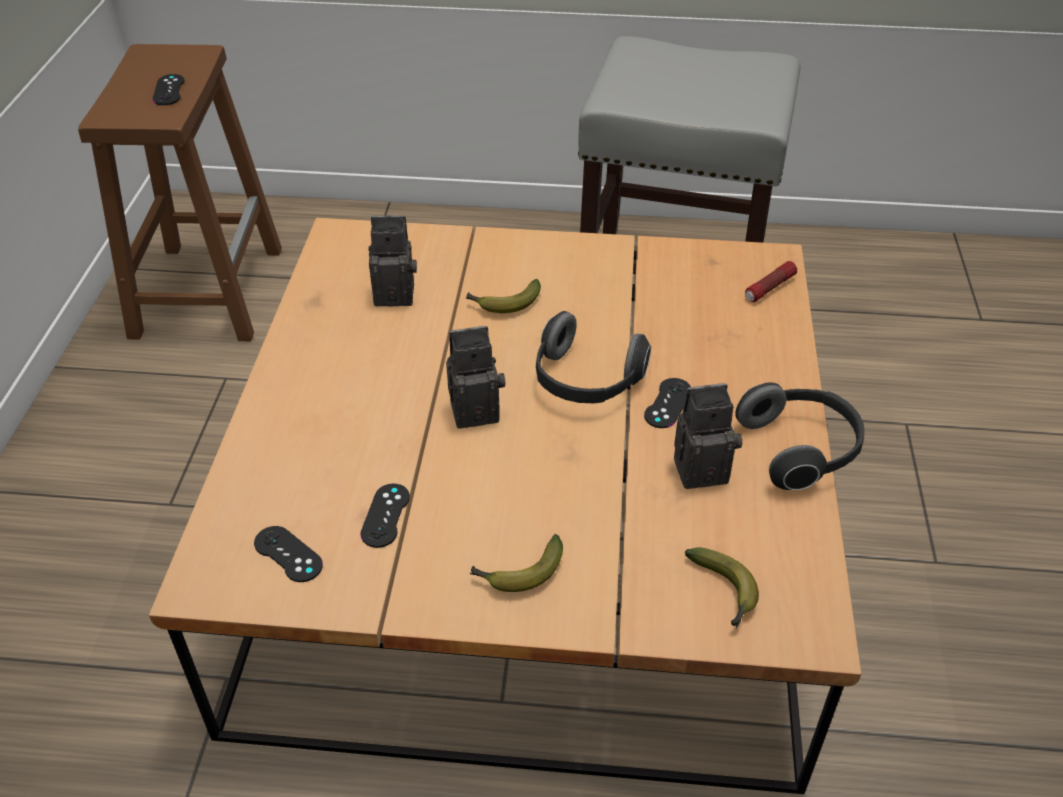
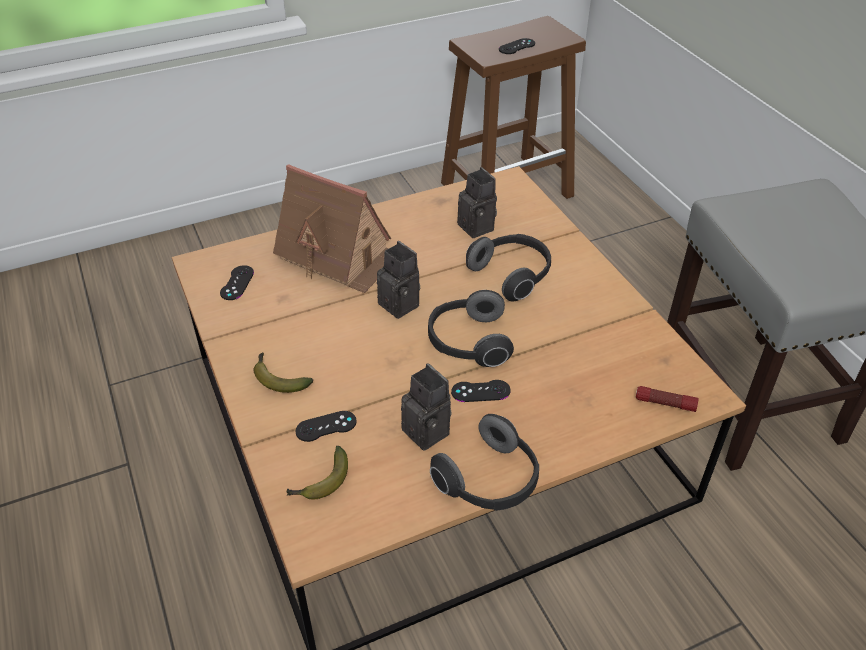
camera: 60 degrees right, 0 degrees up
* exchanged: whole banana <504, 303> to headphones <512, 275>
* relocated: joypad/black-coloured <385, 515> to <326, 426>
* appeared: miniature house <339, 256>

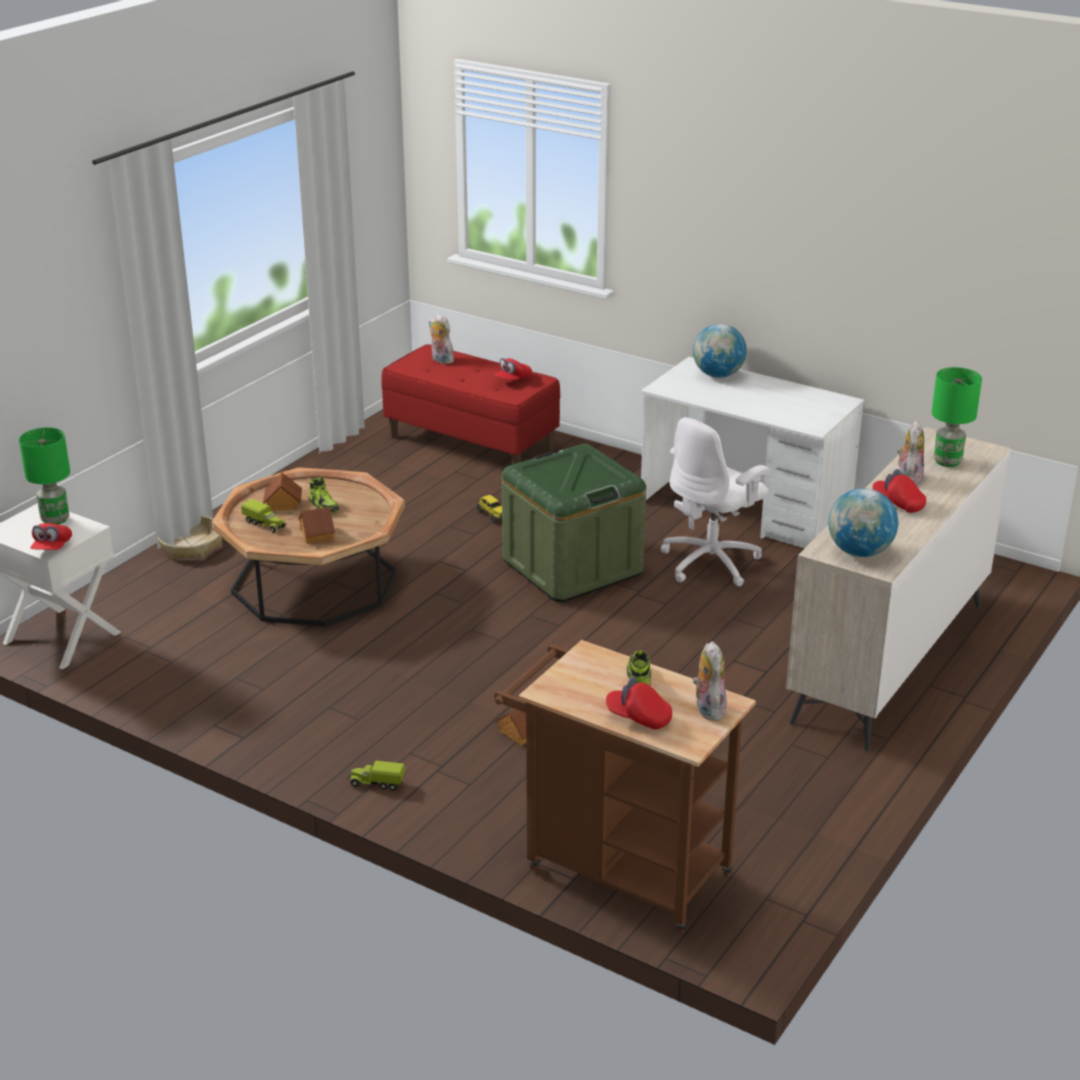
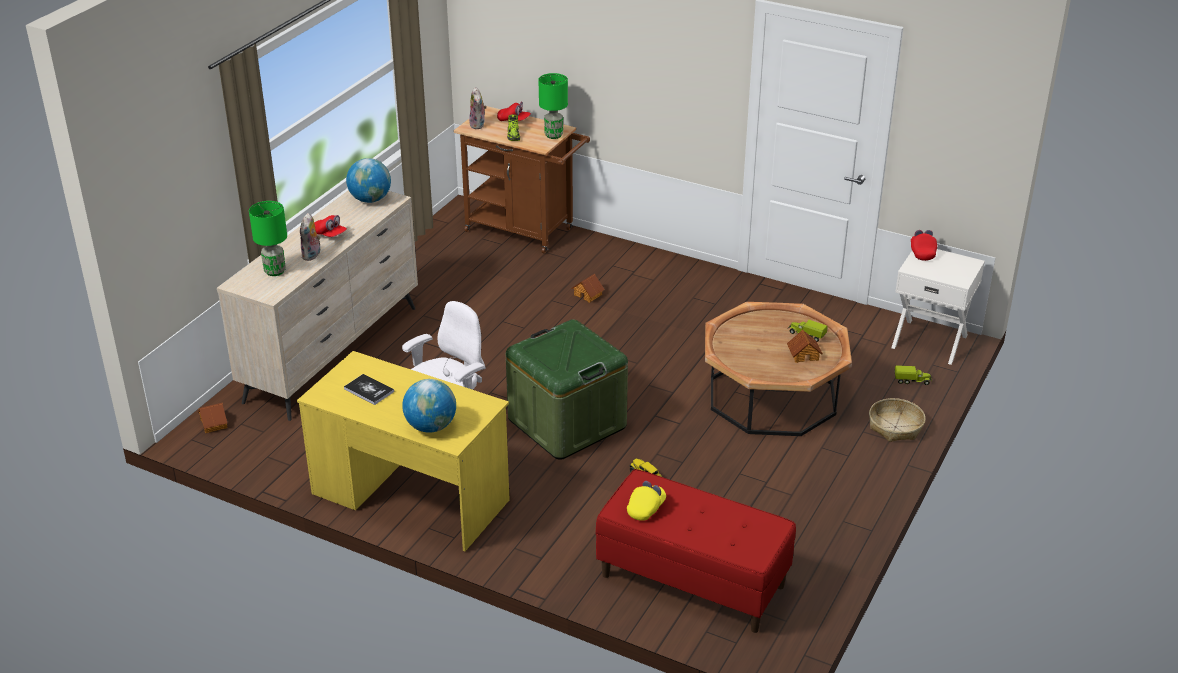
camera: 175 degrees right, 5 degrees up
* missing: soft toy <440, 360>
* colour: desk table/white <744, 510> to desk table/yellowish <410, 497>
* colour: baseball cap/red-coloured <513, 380> to baseball cap/yellowish <646, 508>
* relocated: tabletop lamp/green-coloured <56, 519> to <553, 135>
* missing: low shoe <323, 506>
* relocated: miniature house <316, 534> to <214, 423>
* relocated: toy truck <376, 783> to <912, 381>
* appeared: book <369, 390>

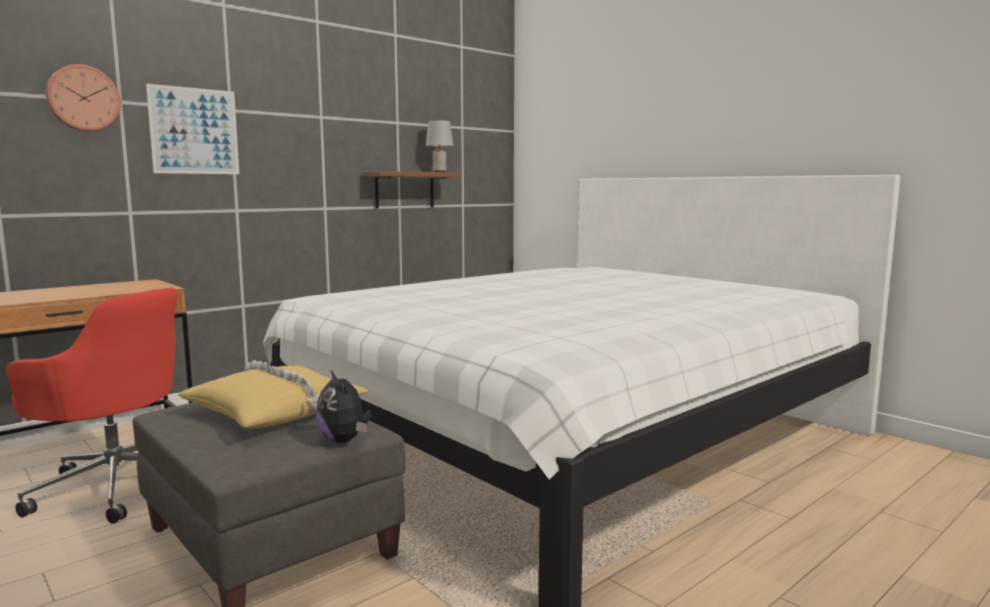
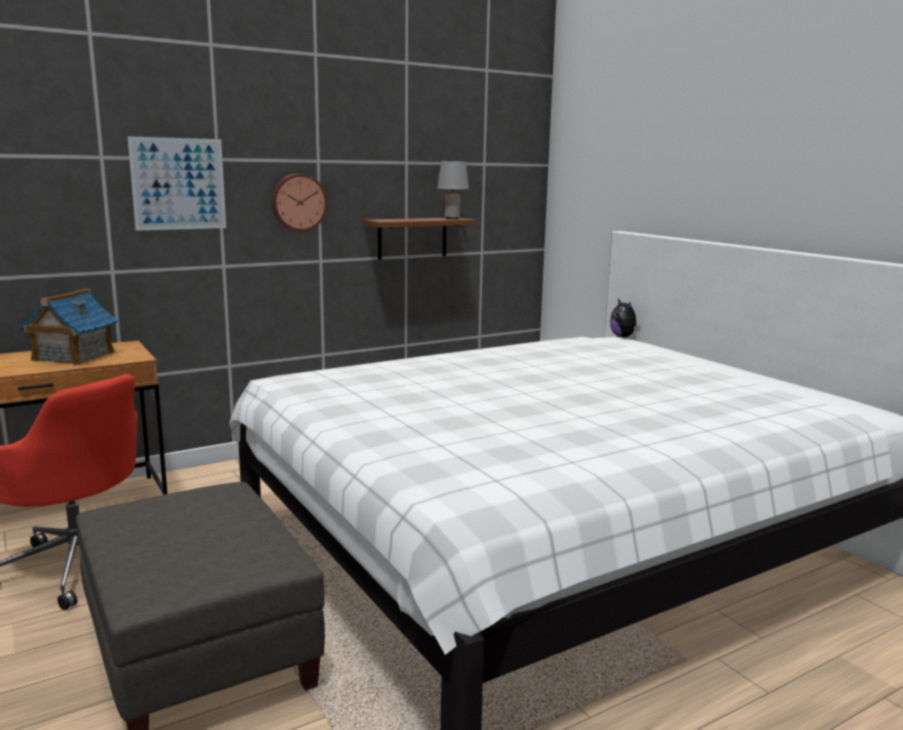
camera: 10 degrees right, 5 degrees up
* relocated: hanging clock <83, 98> to <298, 202>
* missing: pillow/yellowish <276, 410>
* relocated: soft toy <344, 440> to <623, 337>
* appeared: miniature house <73, 356>

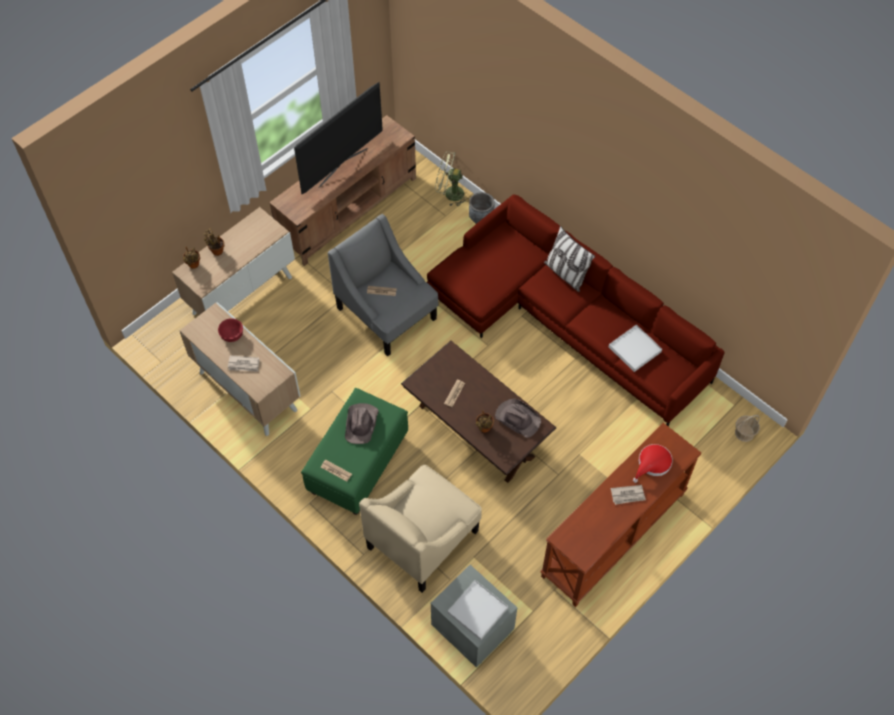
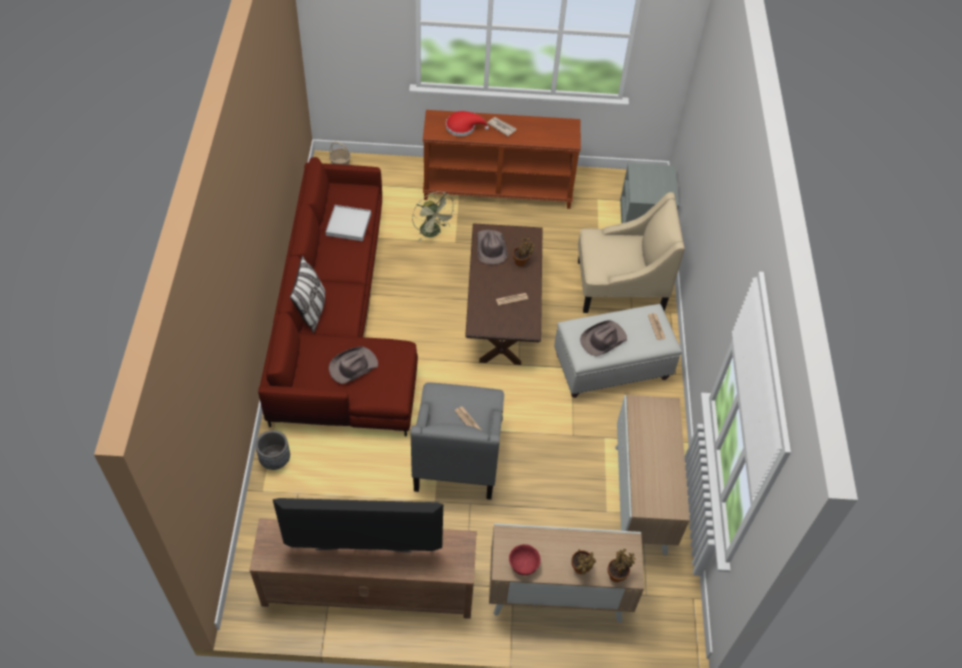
camera: 135 degrees left, 5 degrees down
* relocated: cooling fan/green-coloured <449, 194> to <433, 233>
* relocated: deep dish/red-coloured <232, 335> to <523, 564>
* missing: newspaper <244, 364>
* colour: ottoman/green-coloured <358, 465> to ottoman/white <612, 367>
* missing: serving tray/white <477, 611>
* appeared: wearable hat/brown-coloured <352, 367>

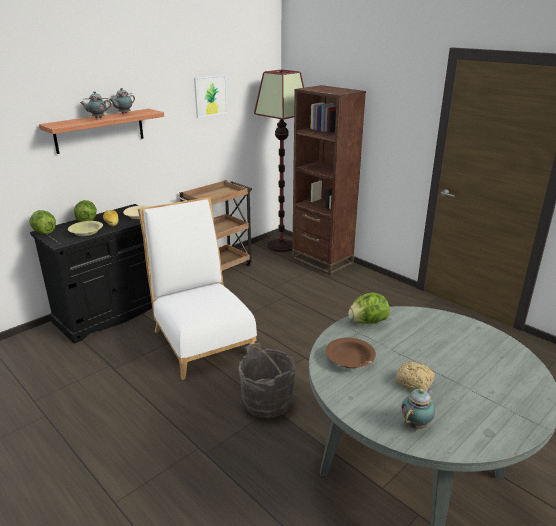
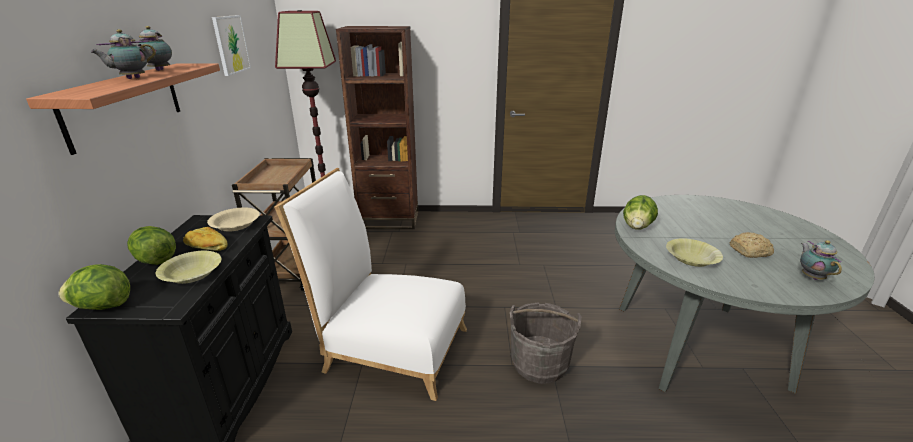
camera: 45 degrees left, 0 degrees up
* colour: deep dish/brown-coloured <350, 359> to deep dish/yellowish <691, 259>

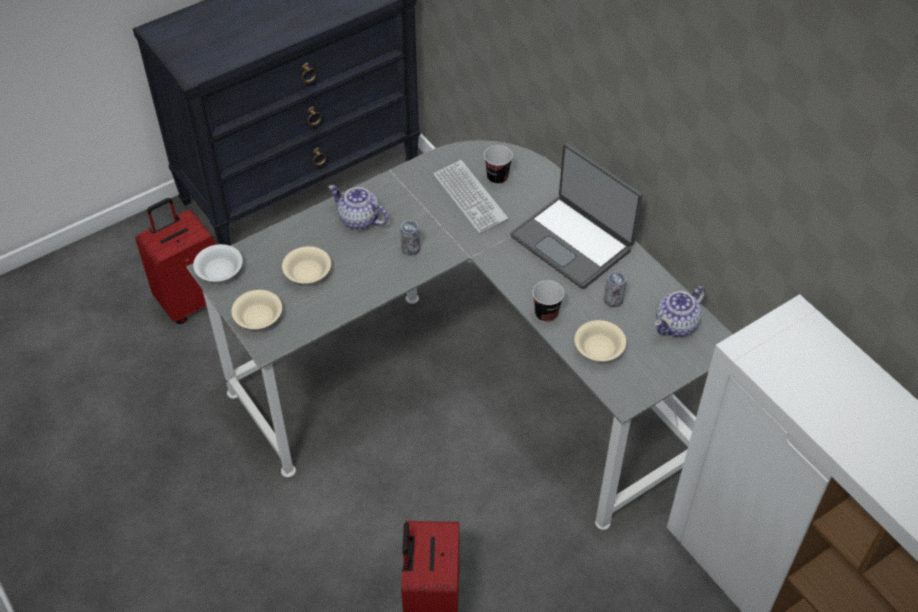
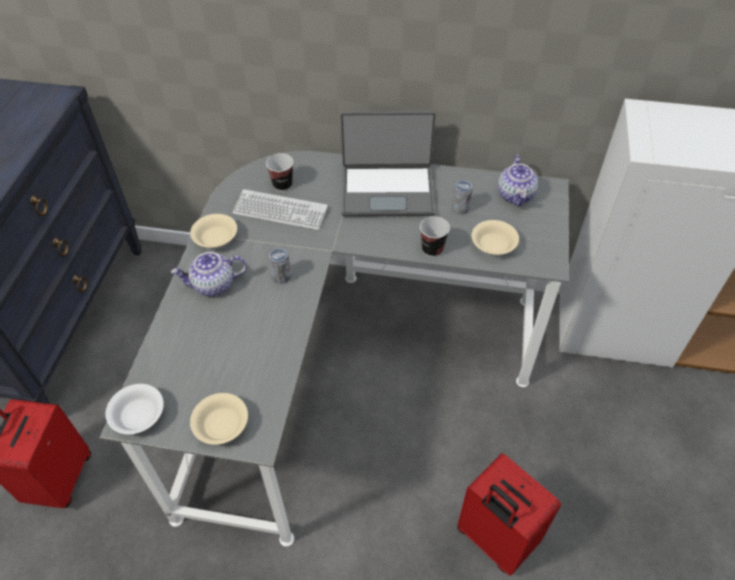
camera: 45 degrees left, 0 degrees up
* relocated: deep dish/beige <307, 273> to <216, 239>

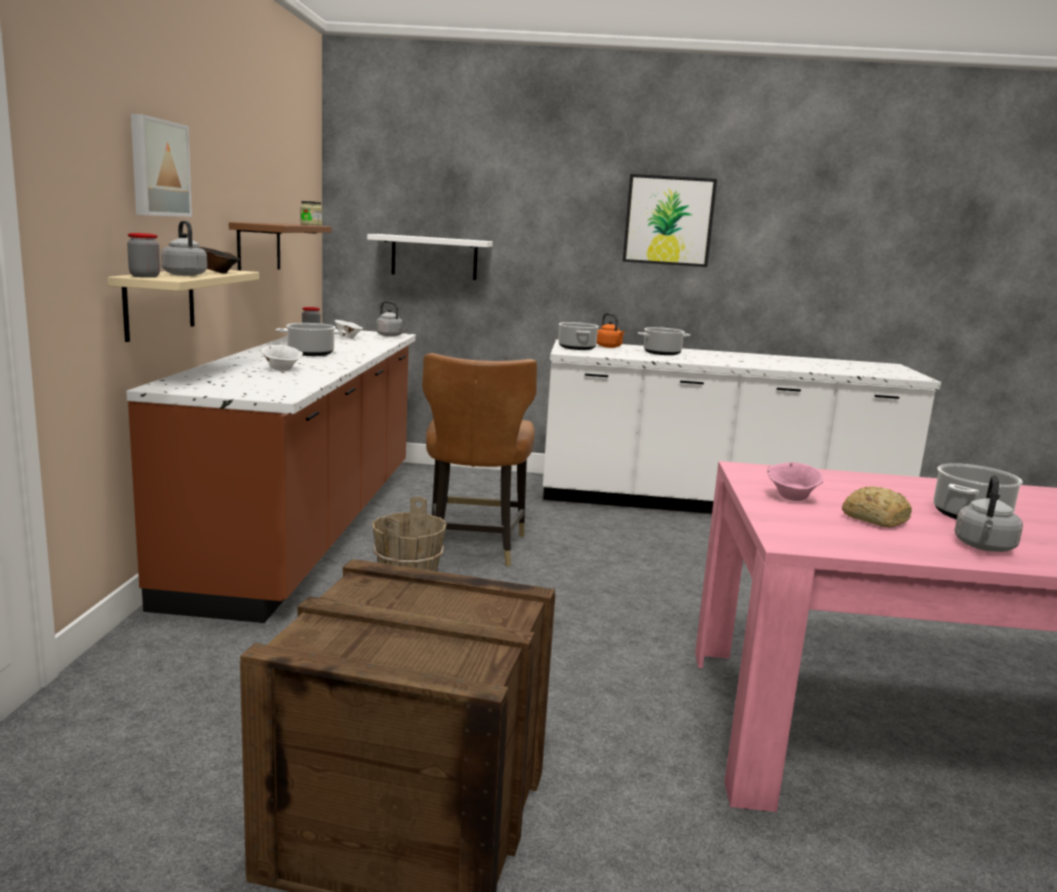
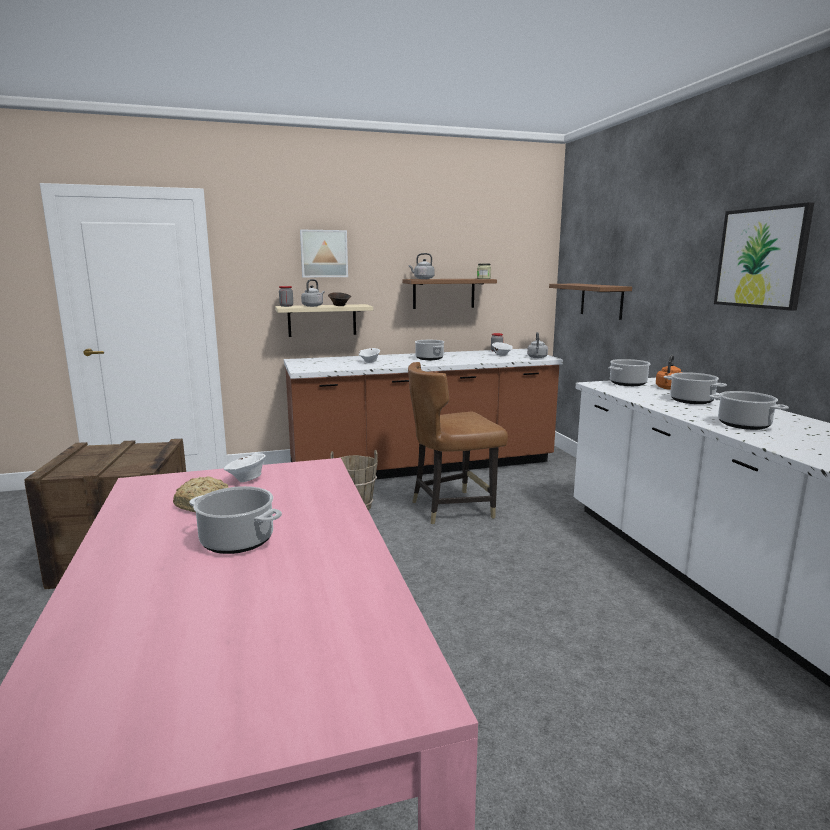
camera: 70 degrees right, 0 degrees up
* colour: wall shelf/white <434, 257> to wall shelf/brown-coloured <601, 300>
* colour: deep dish/pink <792, 498> to deep dish/white <246, 480>
* relocated: water kettle/grey <984, 547> to <422, 279>
* appeared: saucepot <743, 425>

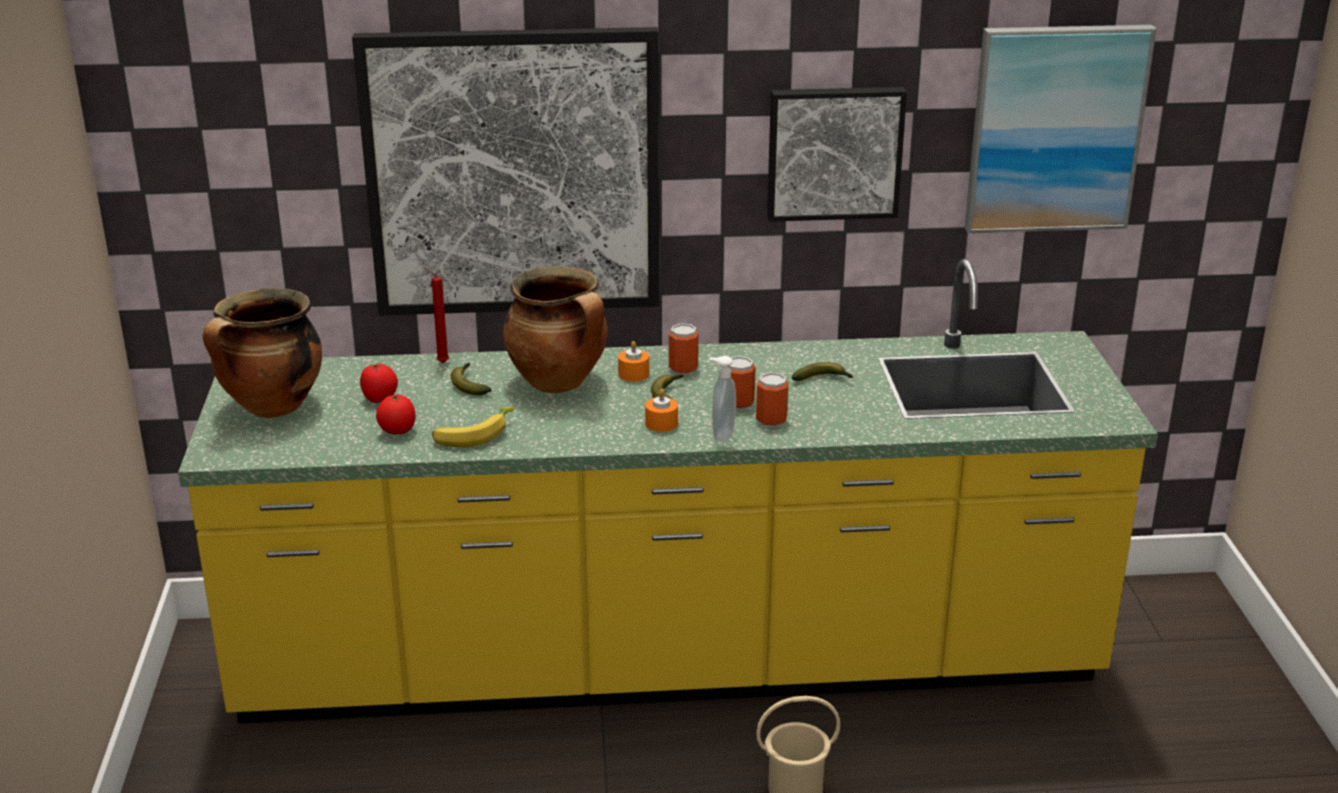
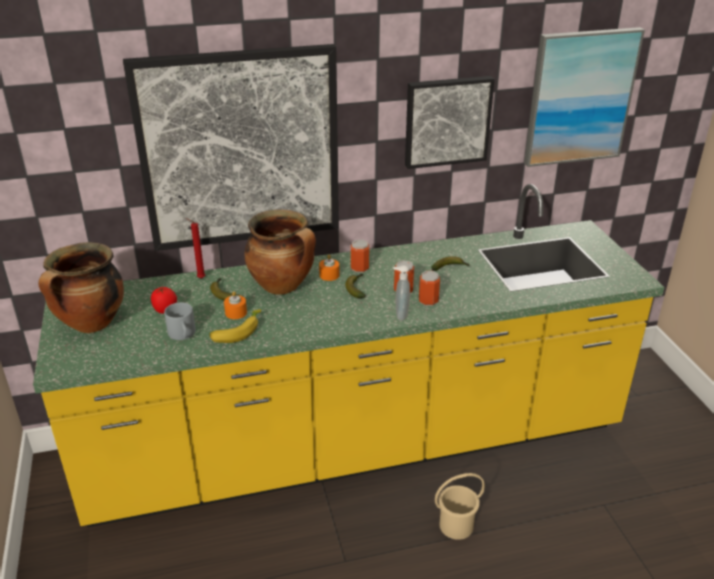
camera: 10 degrees left, 5 degrees up
* relocated: wax candle/orange <661, 423> to <236, 313>
* exchanged: fresh tomato <397, 431> to mug/grey <183, 334>

